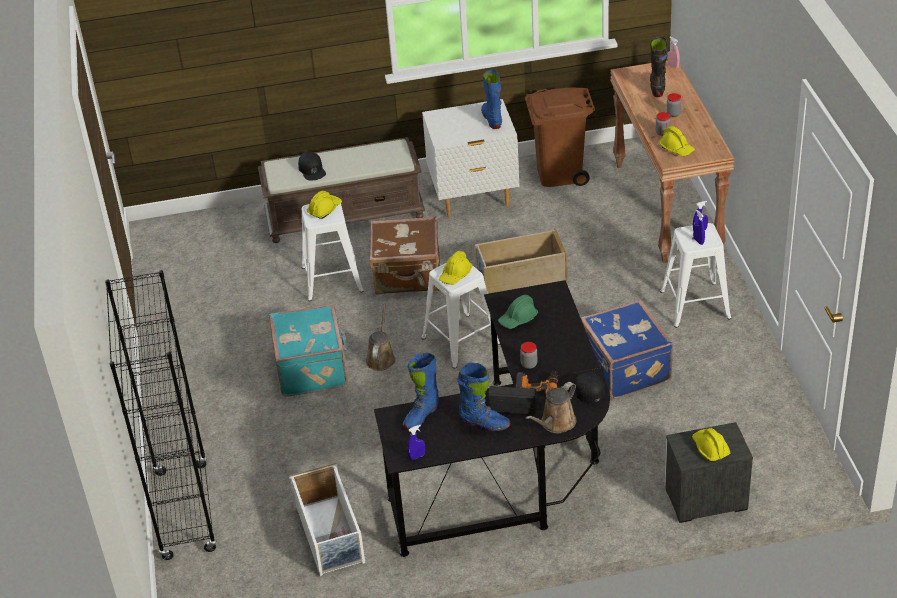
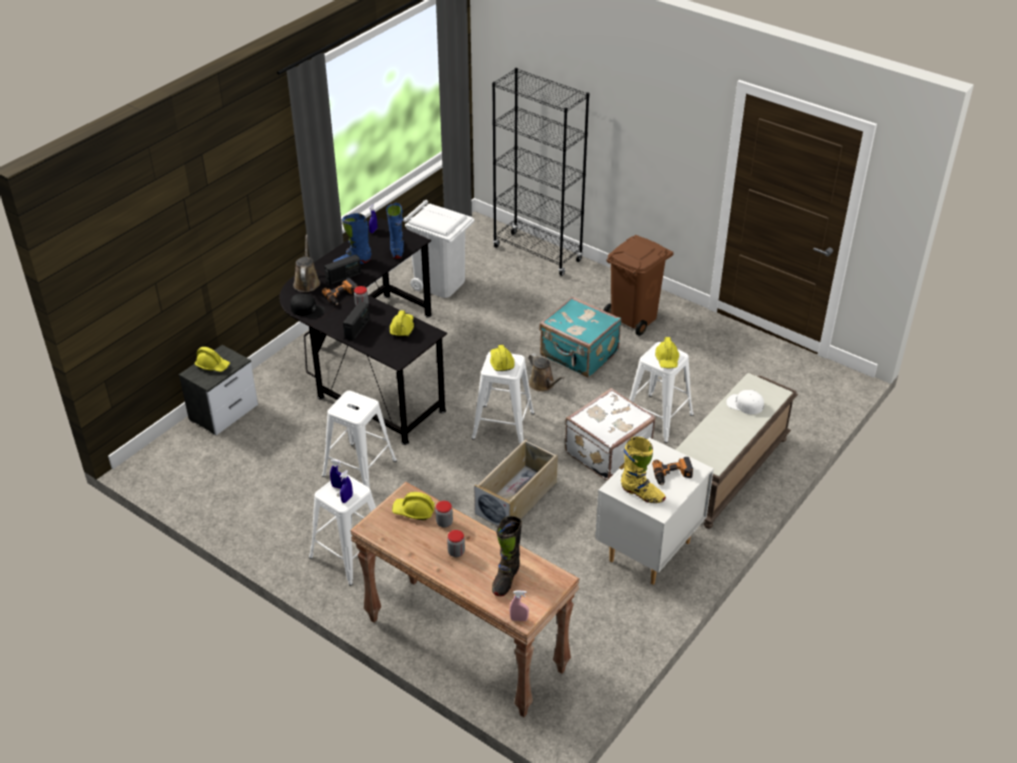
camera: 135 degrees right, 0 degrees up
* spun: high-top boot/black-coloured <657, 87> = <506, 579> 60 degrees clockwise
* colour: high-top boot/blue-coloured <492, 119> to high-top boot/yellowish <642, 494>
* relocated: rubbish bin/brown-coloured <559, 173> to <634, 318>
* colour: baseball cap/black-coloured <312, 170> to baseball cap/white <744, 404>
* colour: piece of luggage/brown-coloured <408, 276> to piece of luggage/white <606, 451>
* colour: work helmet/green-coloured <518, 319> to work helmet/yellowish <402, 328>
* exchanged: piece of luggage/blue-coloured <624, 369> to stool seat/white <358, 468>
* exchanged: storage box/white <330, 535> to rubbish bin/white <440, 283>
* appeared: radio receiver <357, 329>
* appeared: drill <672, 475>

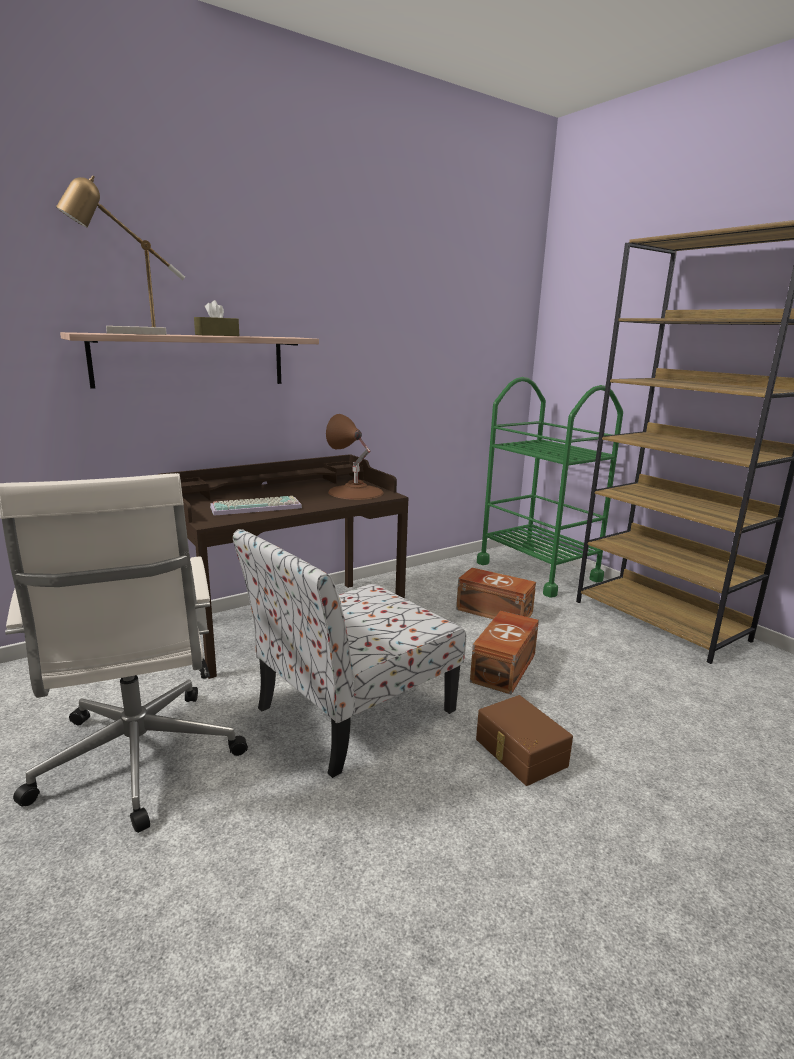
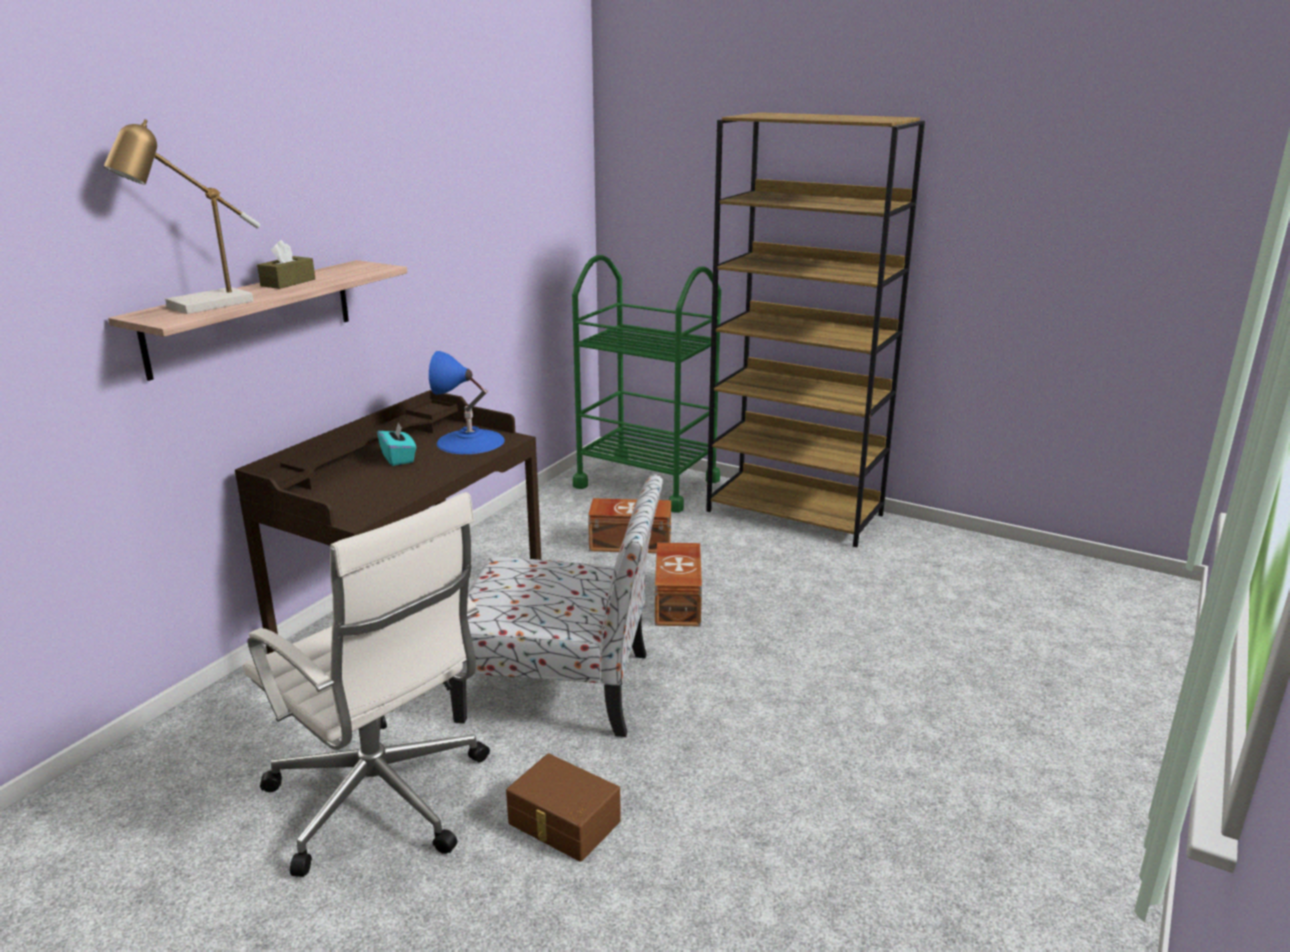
camera: 25 degrees left, 5 degrees up
* colour: tabletop lamp/brown-coloured <355, 492> to tabletop lamp/blue-coloured <470, 441>
* missing: PC keyboard <257, 507>
* spun: chair <352, 711> = <561, 687> 105 degrees counterclockwise
* relocated: storage box/brown-coloured <519, 753> to <563, 823>
* appeared: tissue box/blue-green <398, 458>

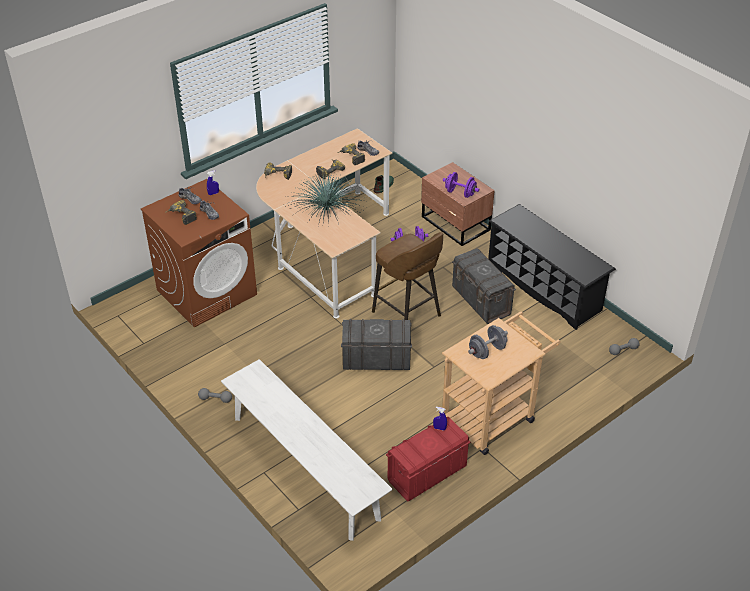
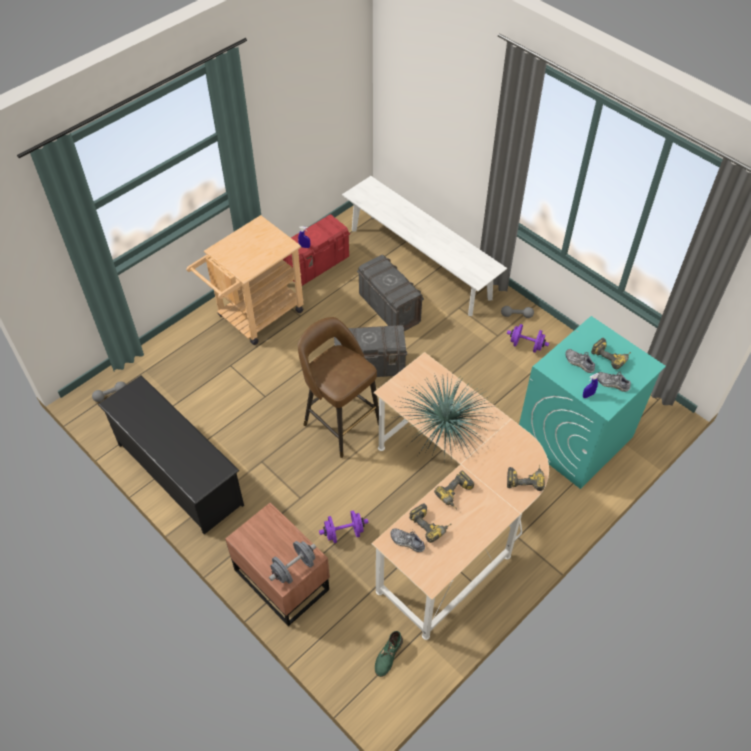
camera: 175 degrees right, 10 degrees up
* relocated: hand weight/purple <460, 193> to <526, 345>
* colour: laundry appliance/brown-coloured <207, 292> to laundry appliance/blue-green <574, 438>
* relocated: storage box/grey <481, 301> to <389, 308>
* relocated: hand weight/grey <487, 351> to <293, 568>

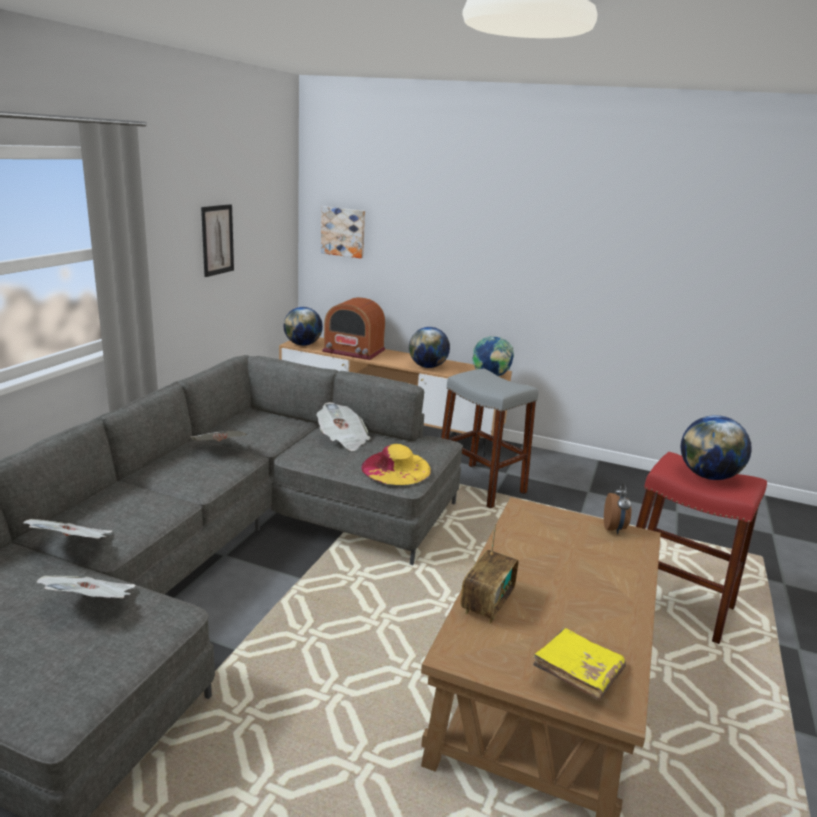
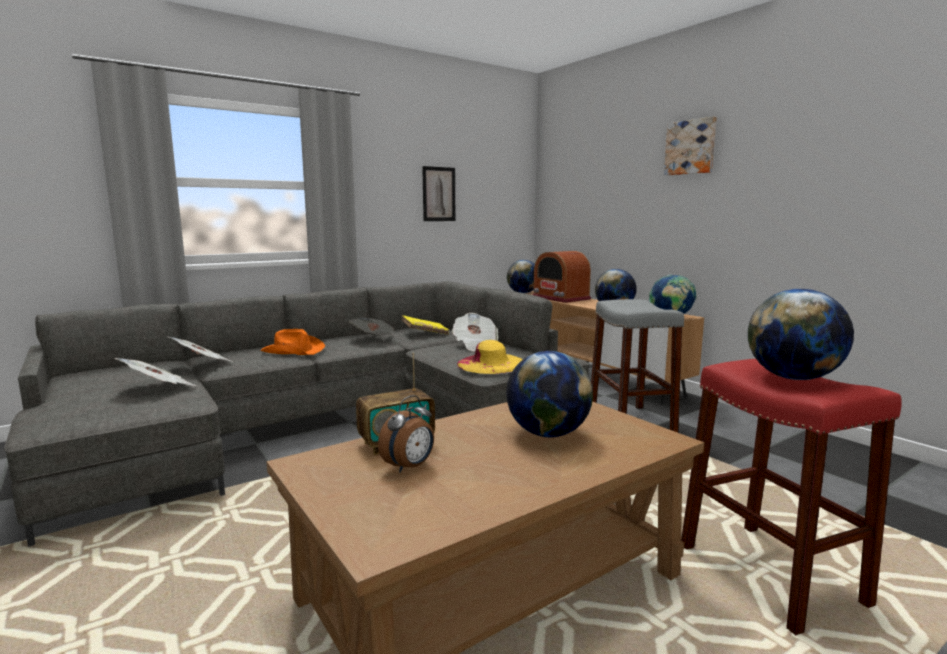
camera: 35 degrees right, 10 degrees down
* relocated: wall picture <343, 232> to <691, 147>
* relocated: table clock <614, 528> to <409, 467>
* relocated: book/yellowish <577, 675> to <425, 333>
* appeared: wearable hat/orange <292, 350>
* appeared: globe <547, 433>

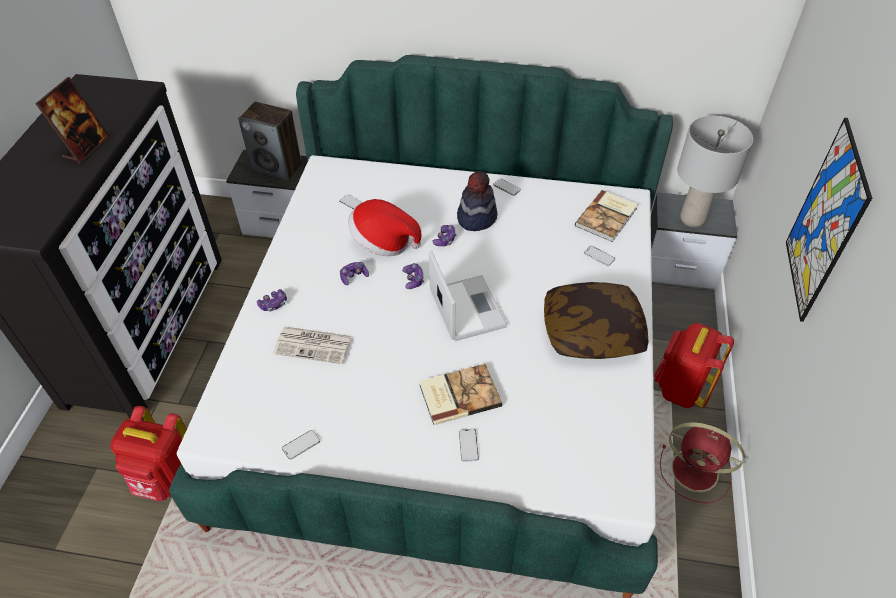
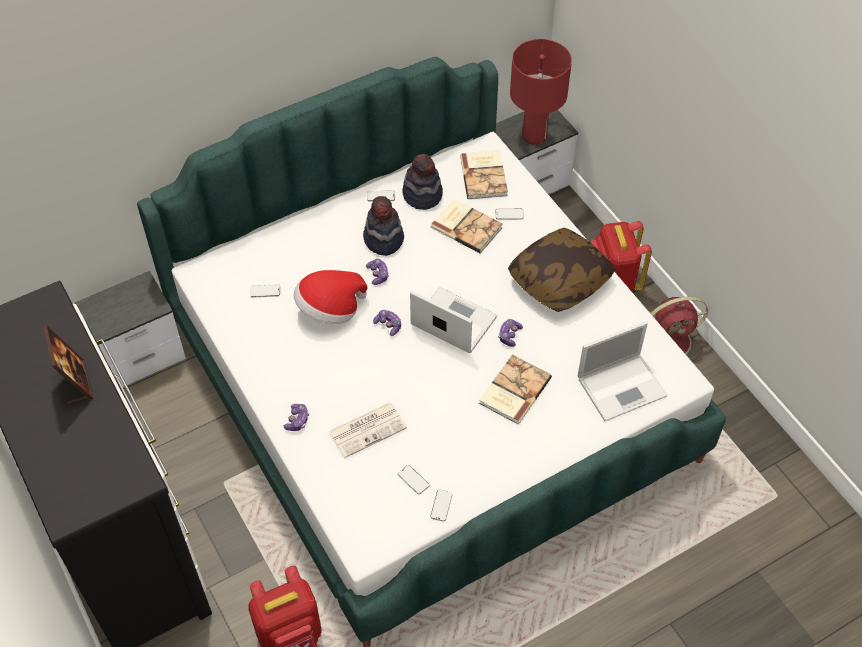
camera: 40 degrees left, 5 degrees up
* missing: loudspeaker <277, 168>
* colour: tabletop lamp/grey <692, 218> to tabletop lamp/red-coloured <534, 136>
* missing: wall picture <824, 223>
* relocated: joypad <354, 276> to <509, 335>
* relocated: handset <468, 445> to <413, 480>
* appeared: wearable hat <422, 195>
* appeared: book <466, 226>
* appeared: notebook computer <623, 386>

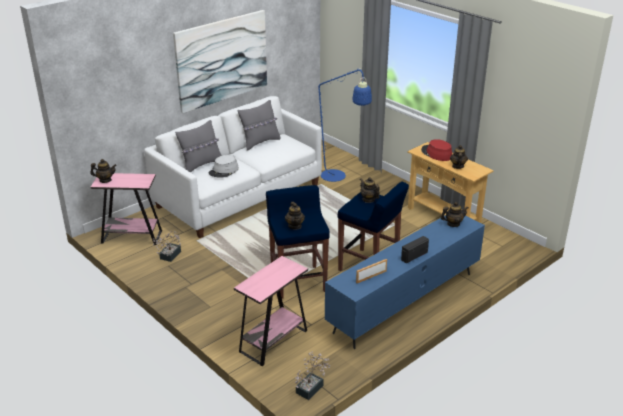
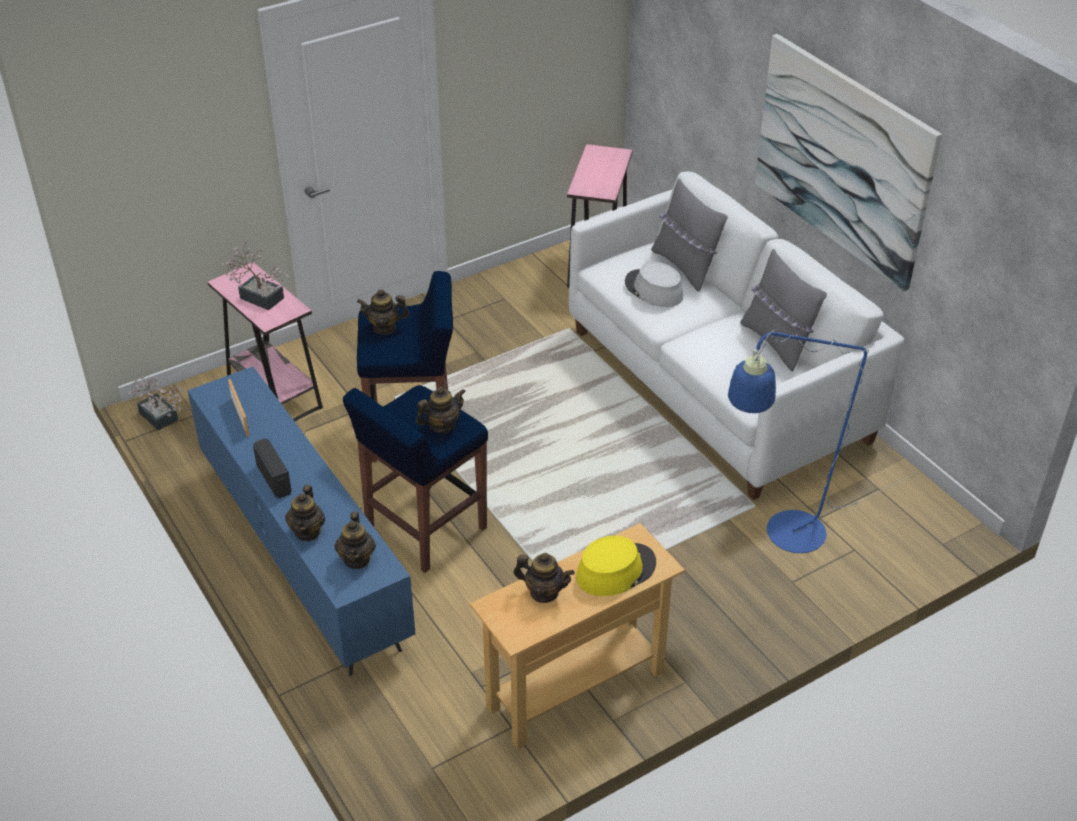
camera: 100 degrees right, 10 degrees up
* colour: wearable hat/red-coloured <436, 153> to wearable hat/yellowish <615, 570>
* relocated: pot for tea <105, 180> to <308, 531>
* relocated: houseplant <168, 256> to <258, 296>

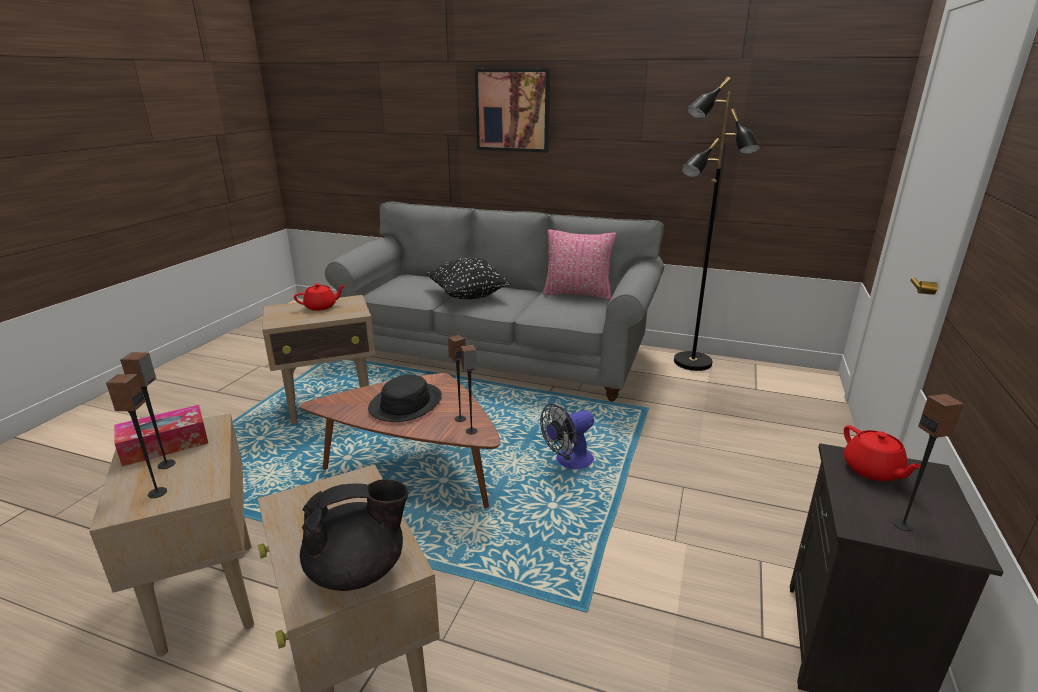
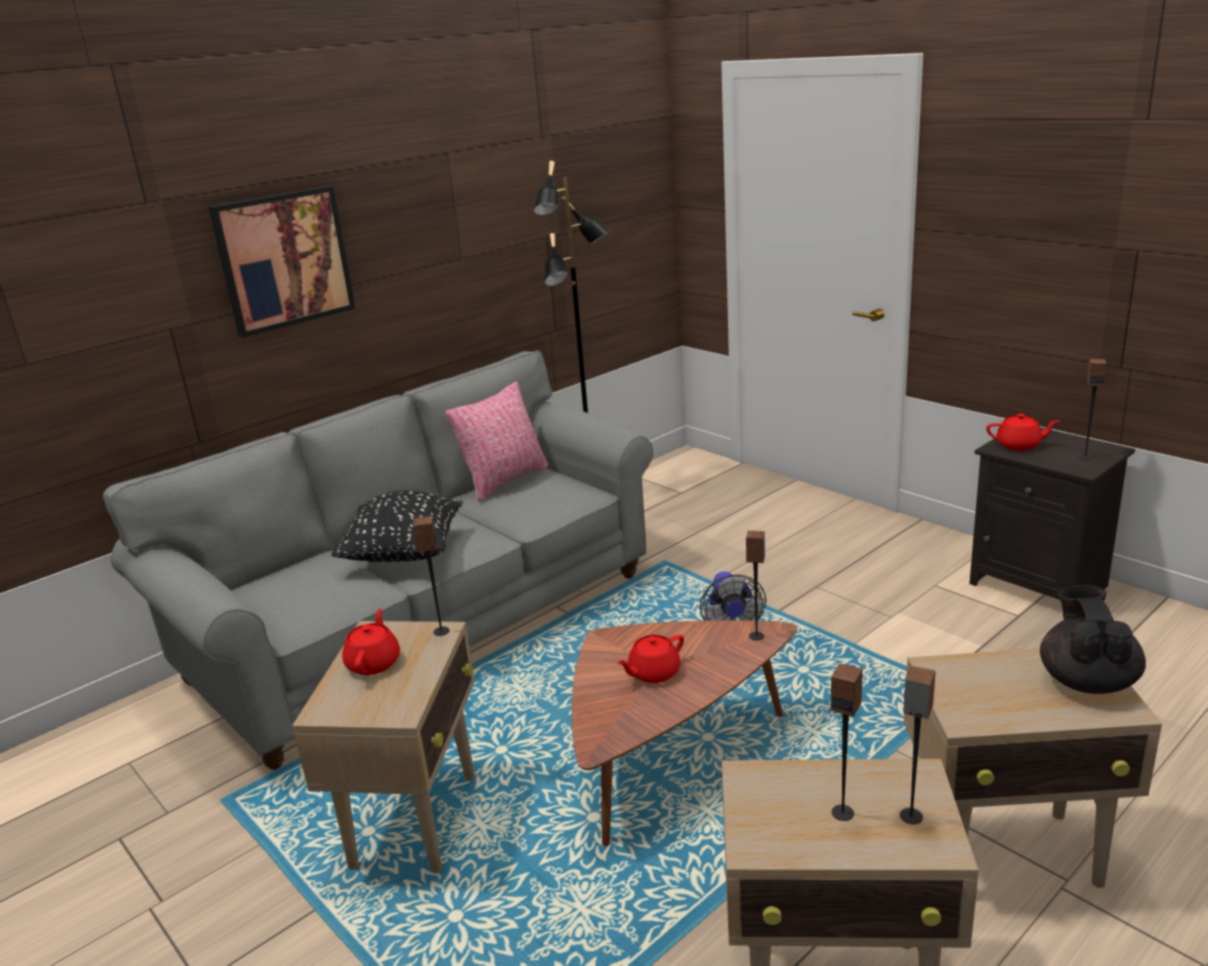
camera: 60 degrees left, 0 degrees up
* relocated: loudspeaker <460, 418> to <441, 631>
* exchanged: wearable hat/black-coloured <405, 403> to pot for tea/red-coloured <653, 673>
* missing: tissue box <165, 445>

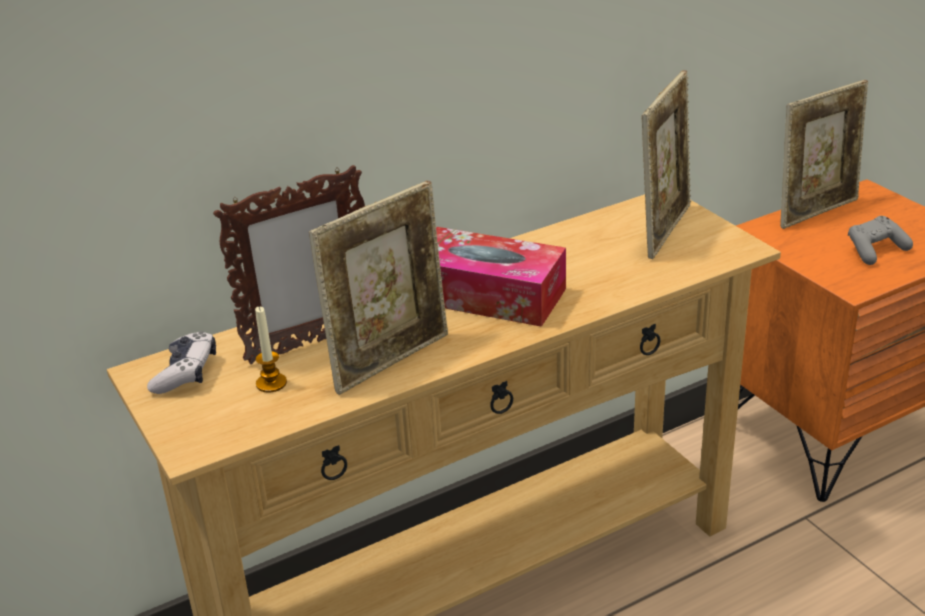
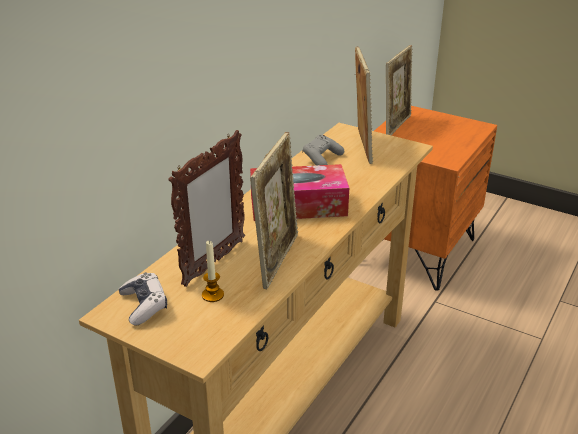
camera: 30 degrees left, 0 degrees up
* relocated: joypad/grey <875, 250> to <321, 159>

